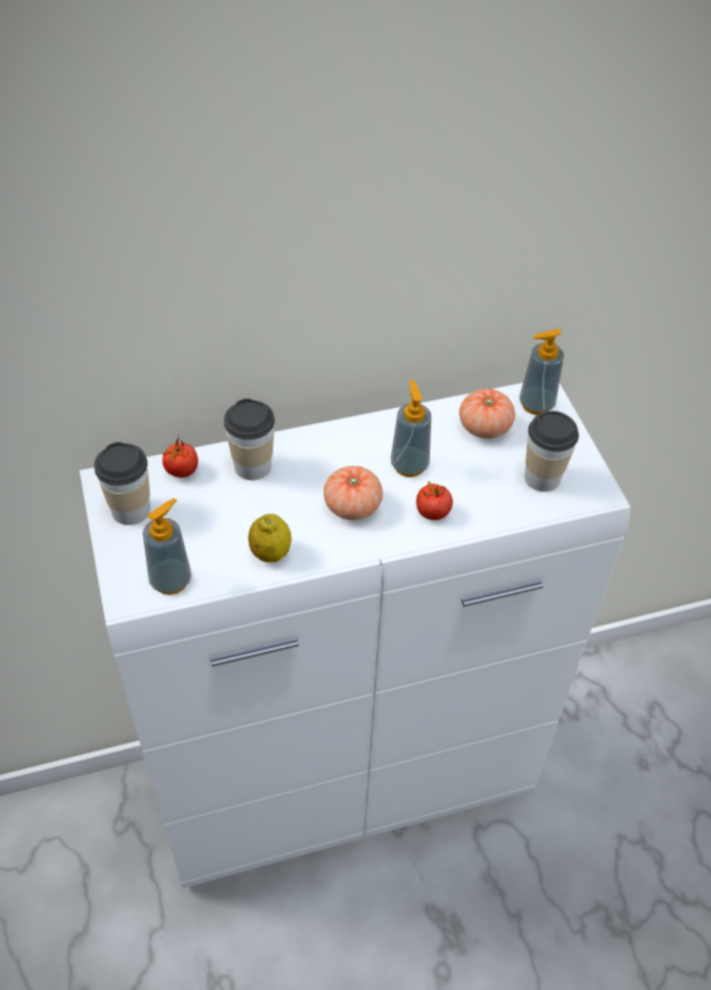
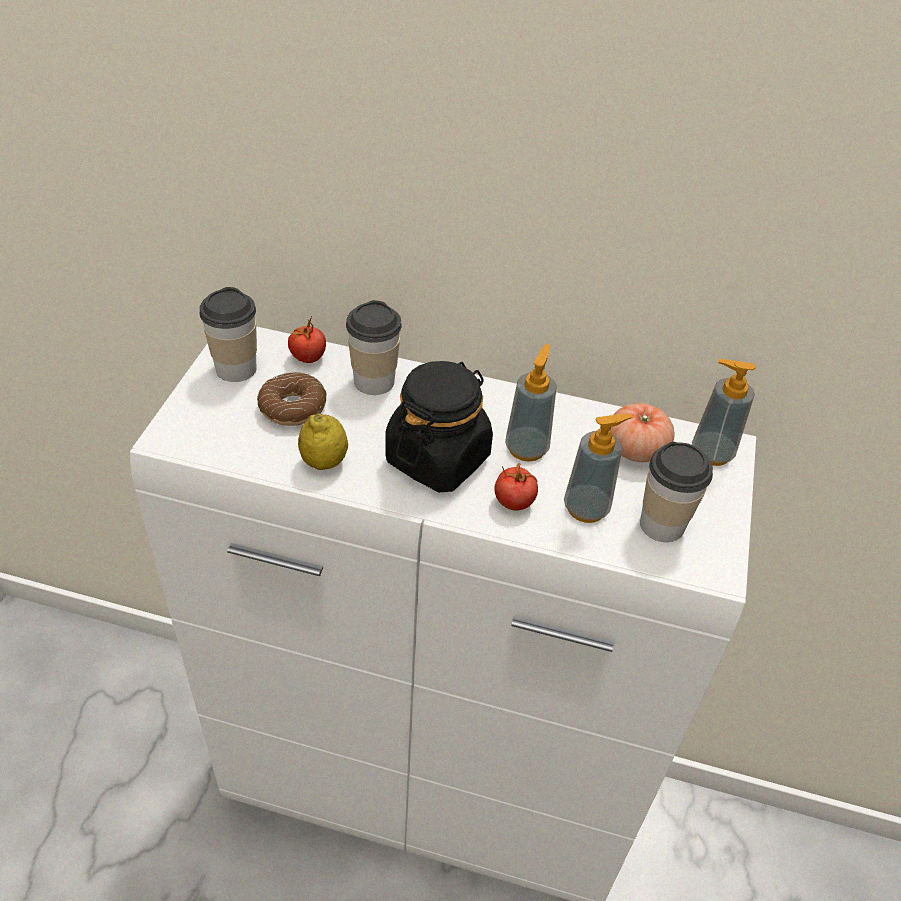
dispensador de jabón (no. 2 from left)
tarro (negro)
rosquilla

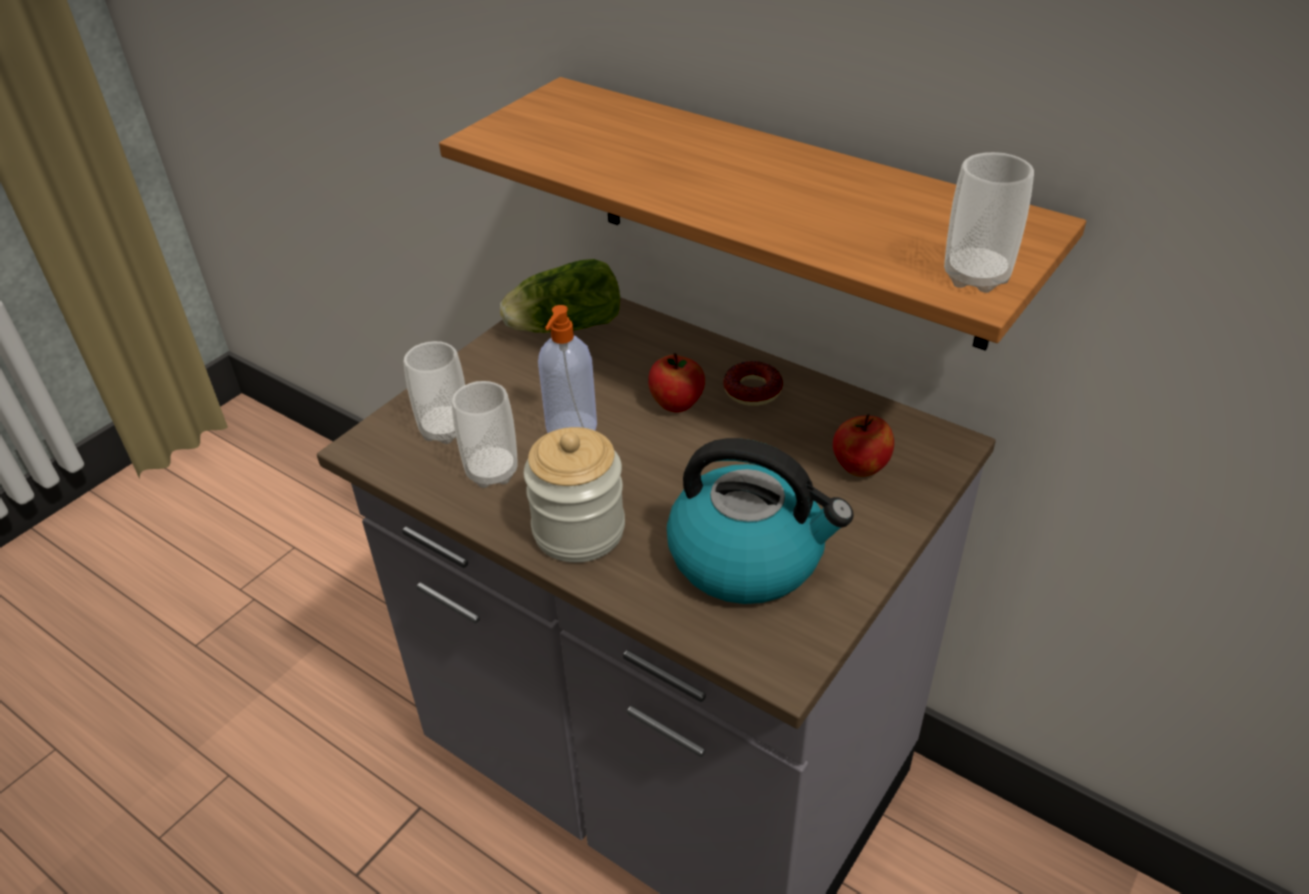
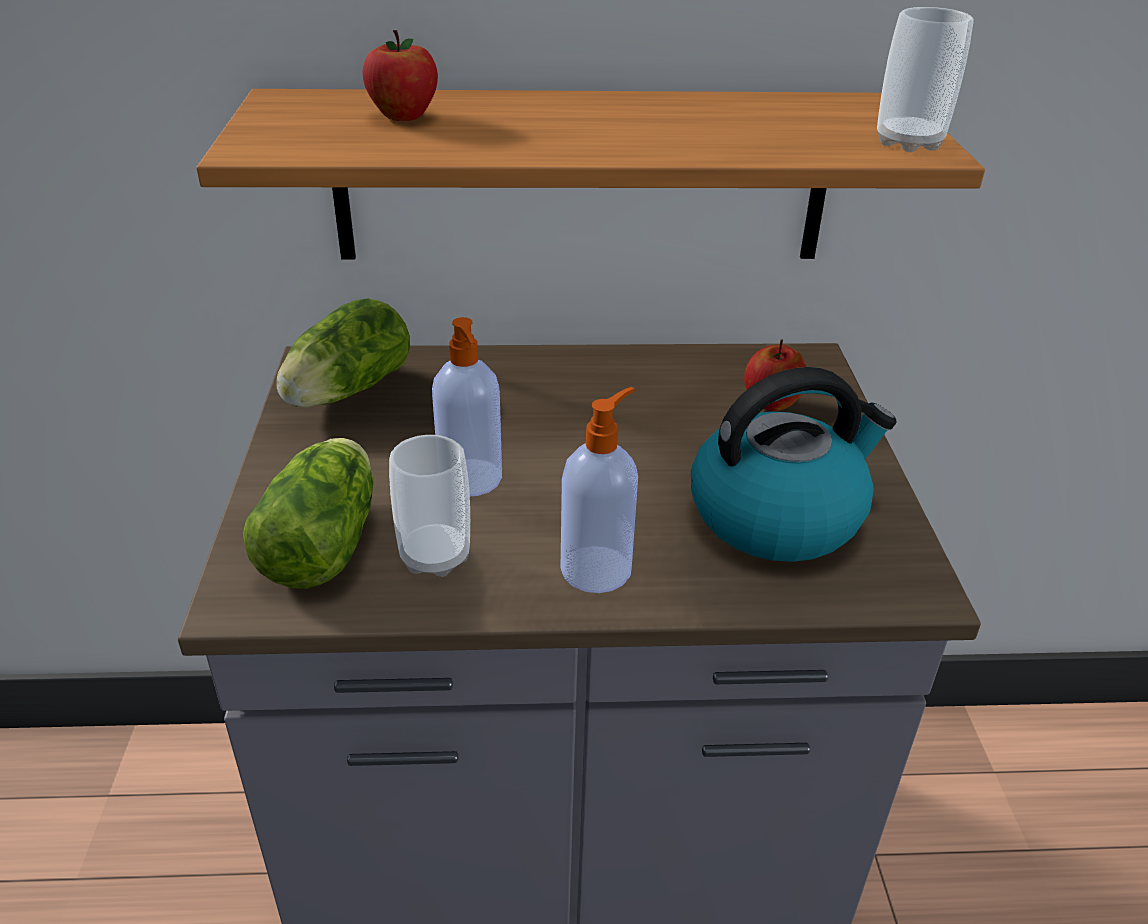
lechuga (no. 1 from left)
dispensador de jabón (no. 2 from left)
manzana (no. 1 from left)
rosquilla

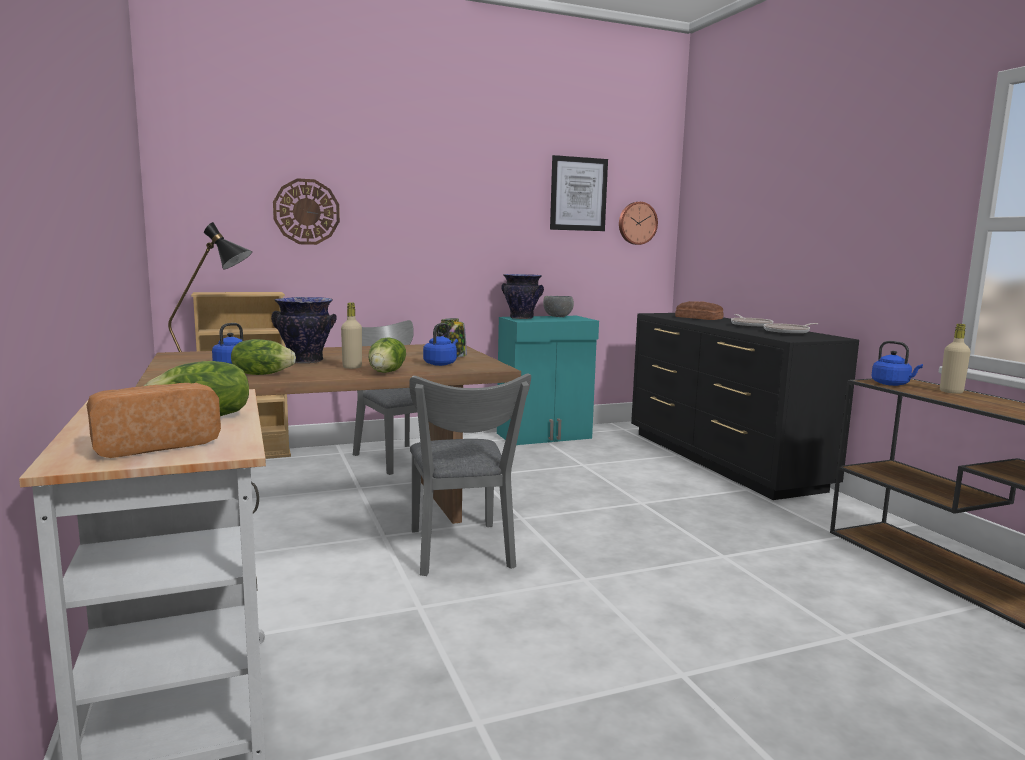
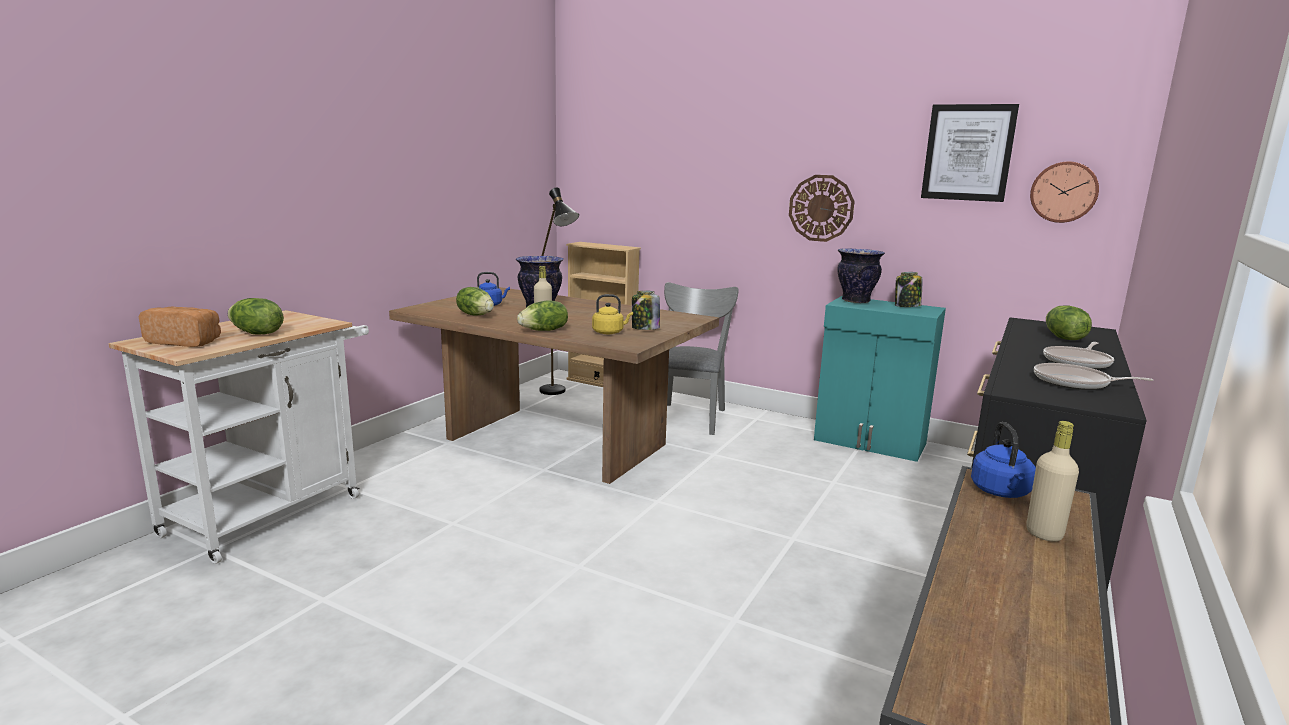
reloj de pared (no. 1 from left)
silla (gris) (no. 2 from left in the first image)
hervidor (amarillo)
tarro (no. 2 from left)
lechuga (no. 4 from left)

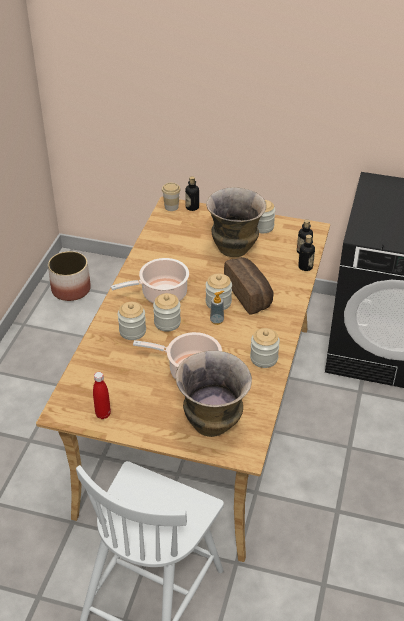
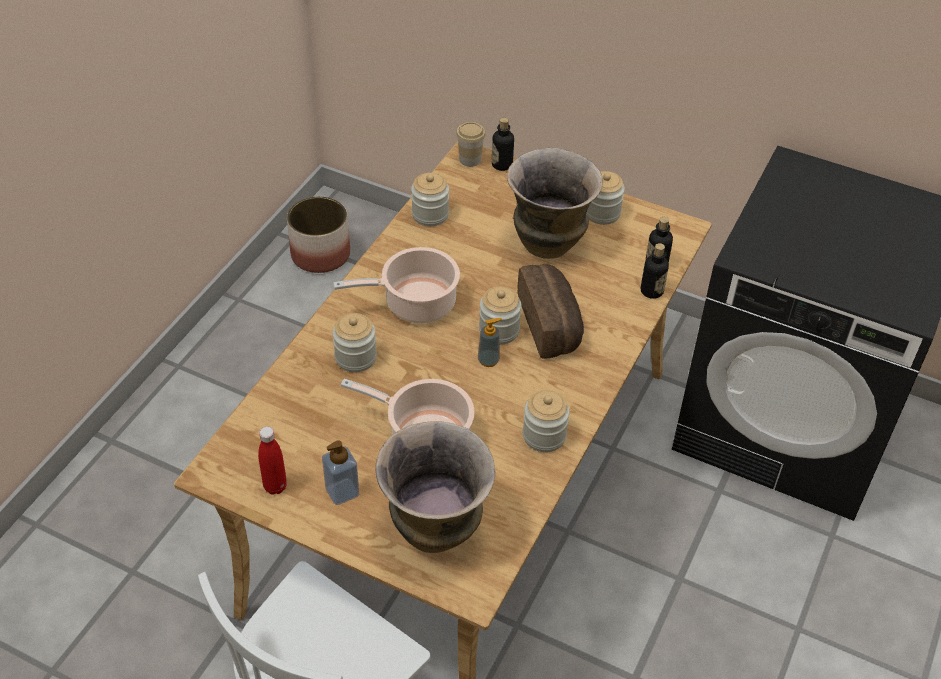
tarro (no. 2 from left)
dispensador de jabón (no. 1 from left)

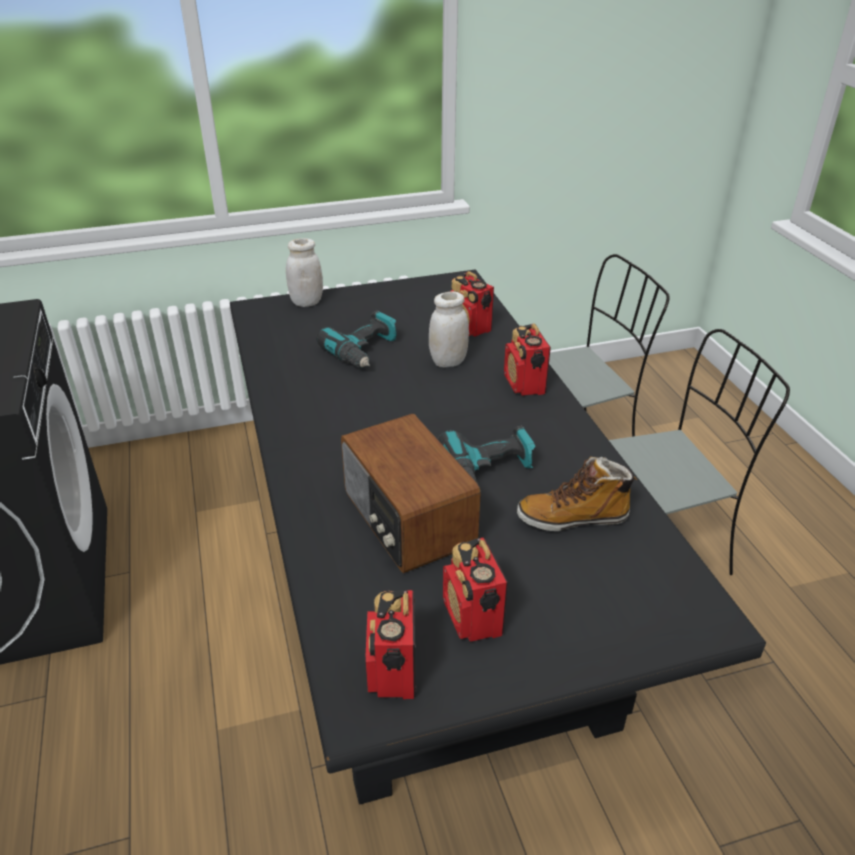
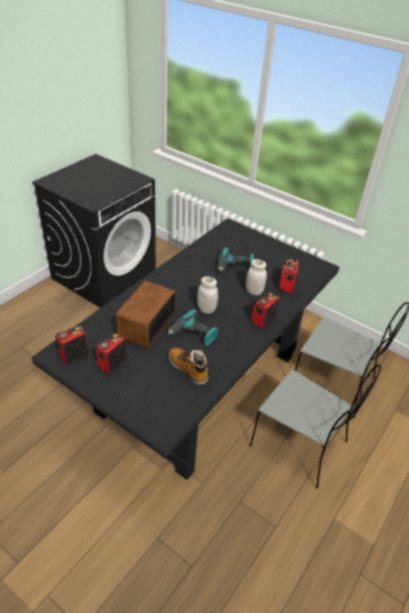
tarro (blanco) (no. 1 from left)

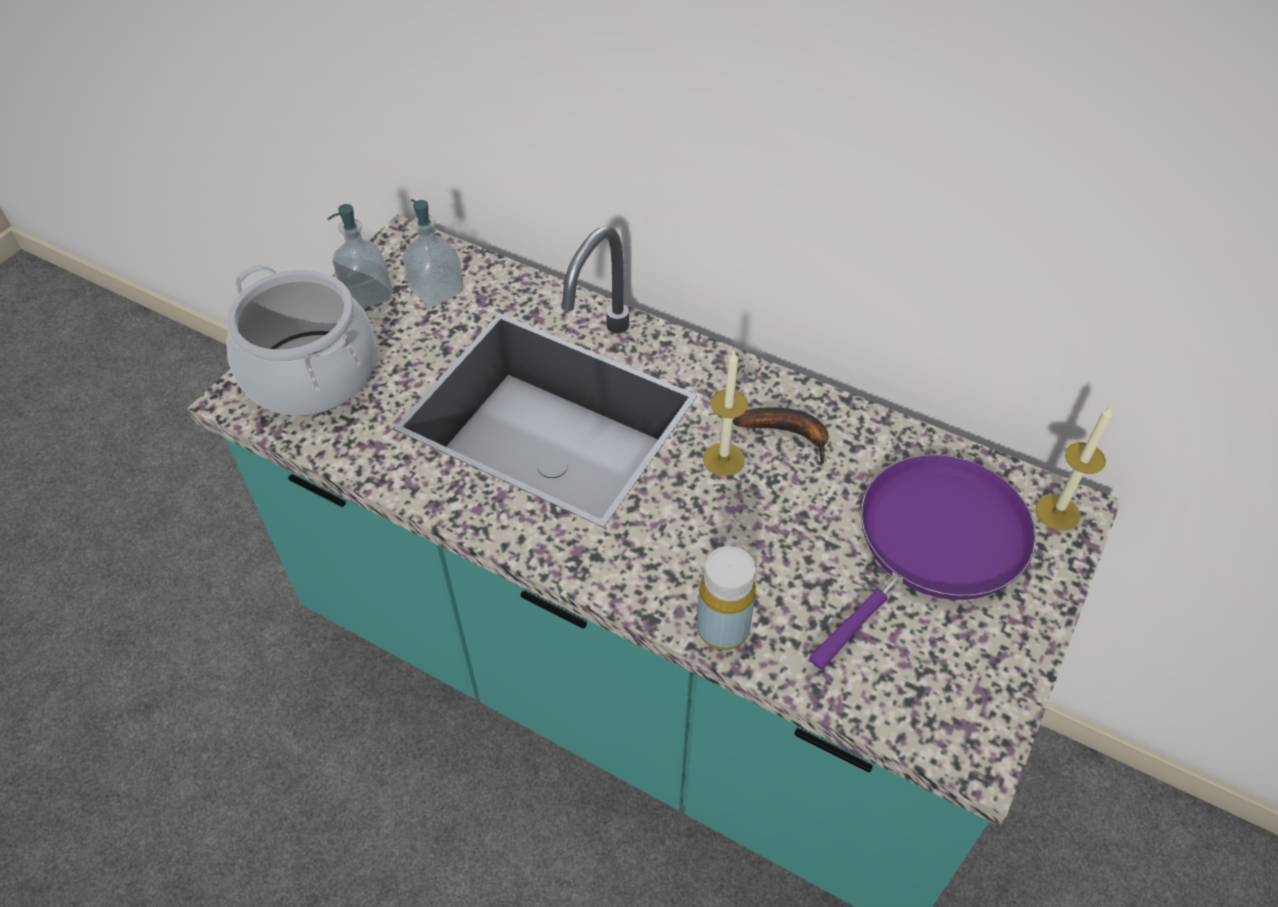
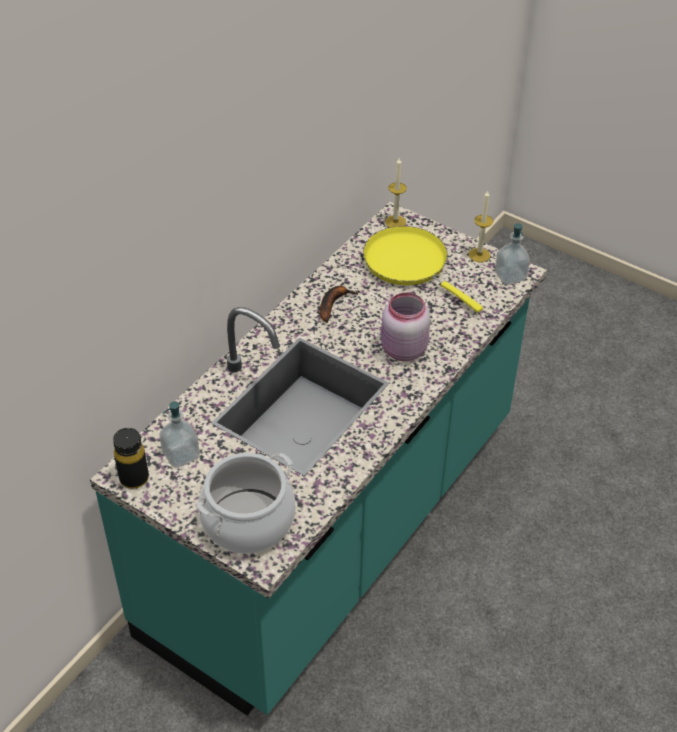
dispensador de jabón (no. 2 from left)
botella (amarillo)
vela (no. 2 from left)
sartén (amarillo)
botella (negro)
tarro (rosa)

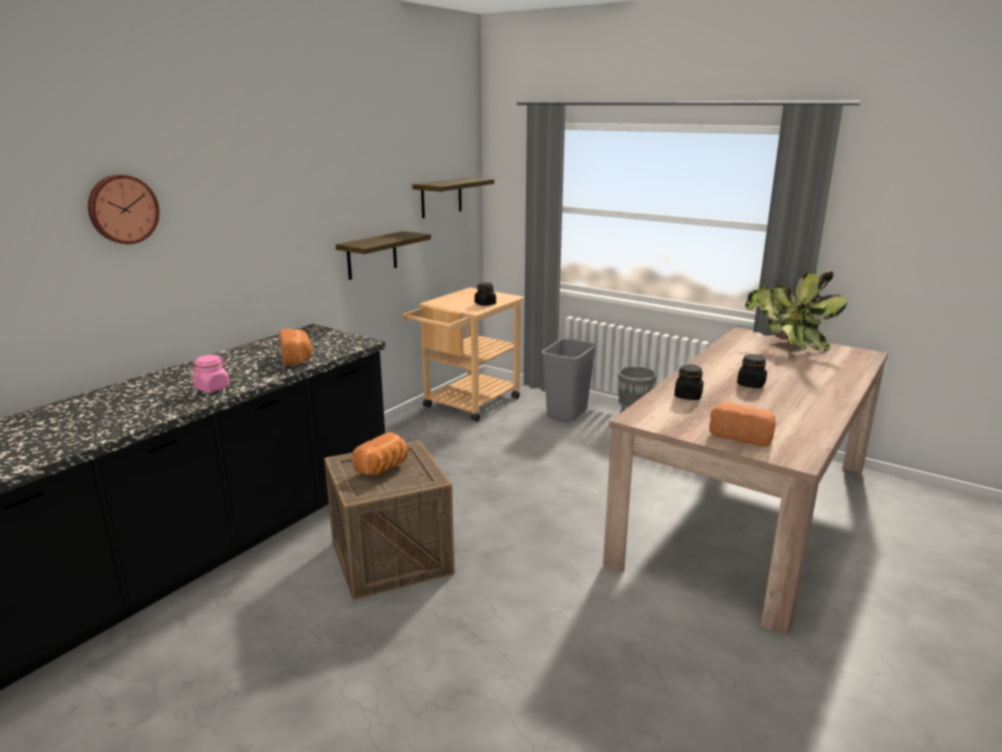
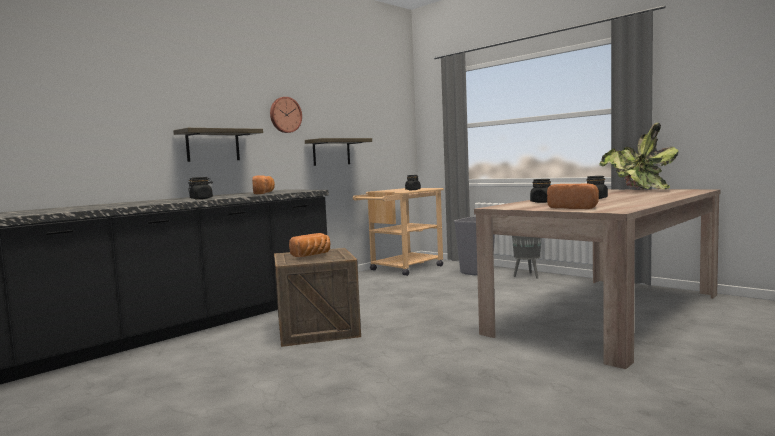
reloj de pared
tarro (negro) (no. 1 from left)
estante (no. 1 from left)

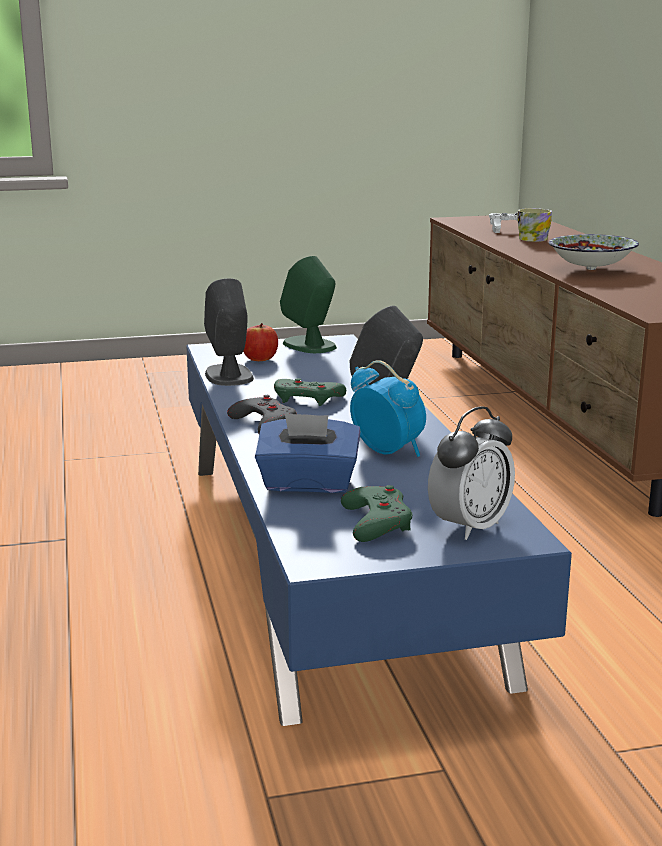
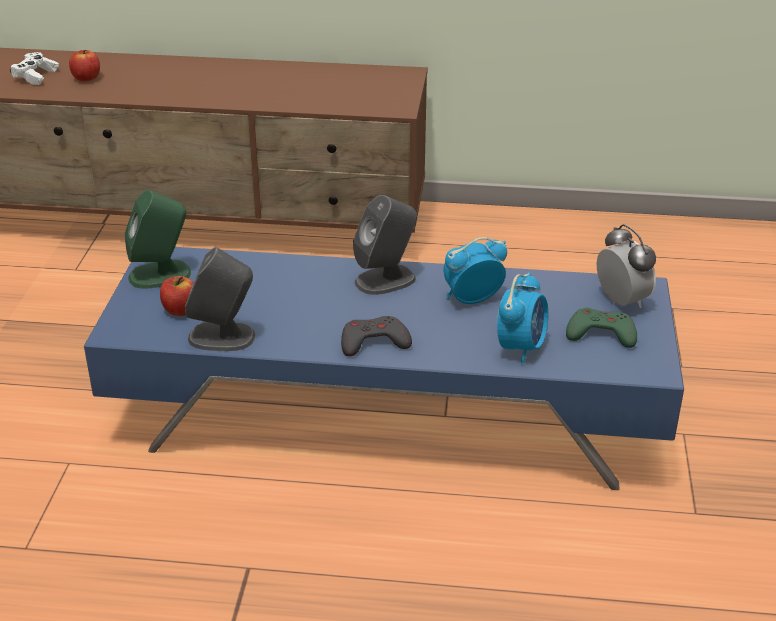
despertador (no. 2 from left)
mando de consola (verde) (no. 1 from left in the first image)
manzana (no. 1 from left)
cuenco

